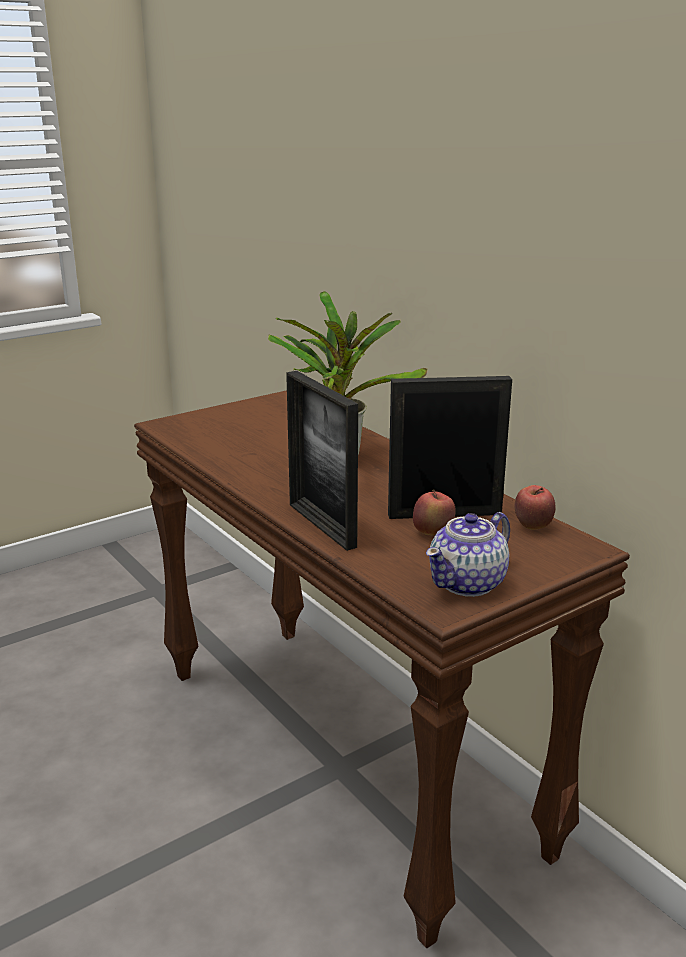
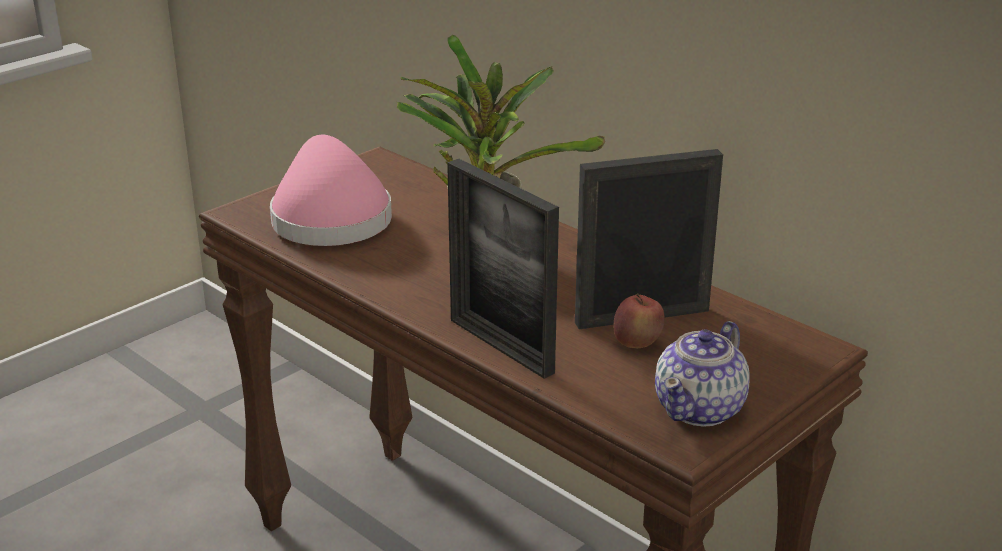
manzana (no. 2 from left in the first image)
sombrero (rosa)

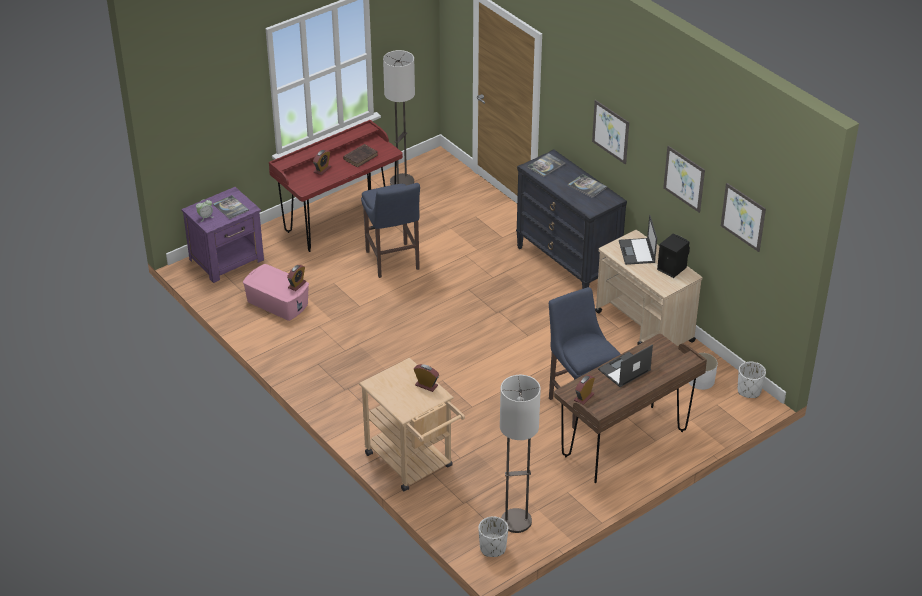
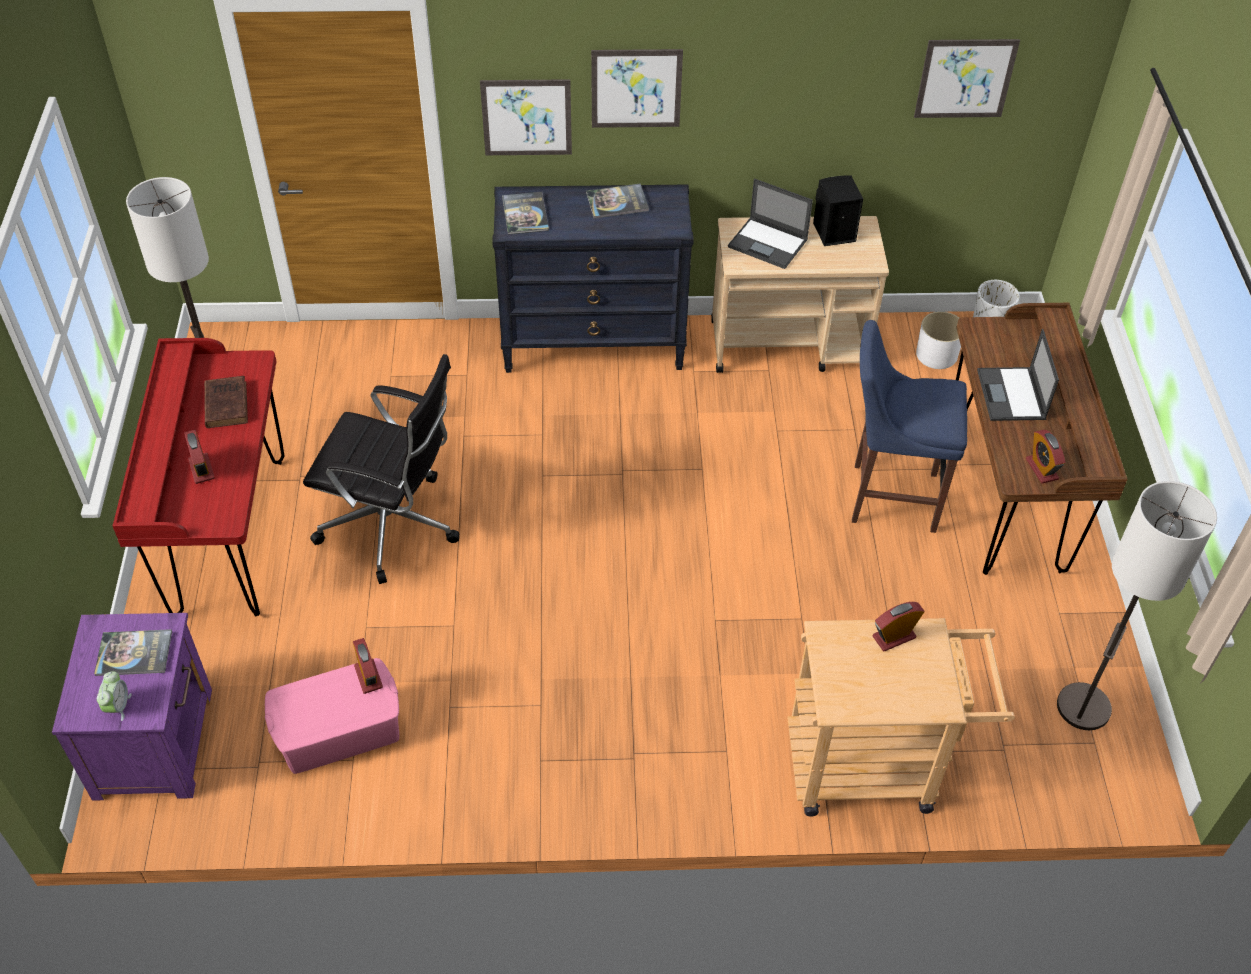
silla de oficina (negro)
maceta (blanco) (no. 1 from left in the first image)
cuadro (no. 1 from left)

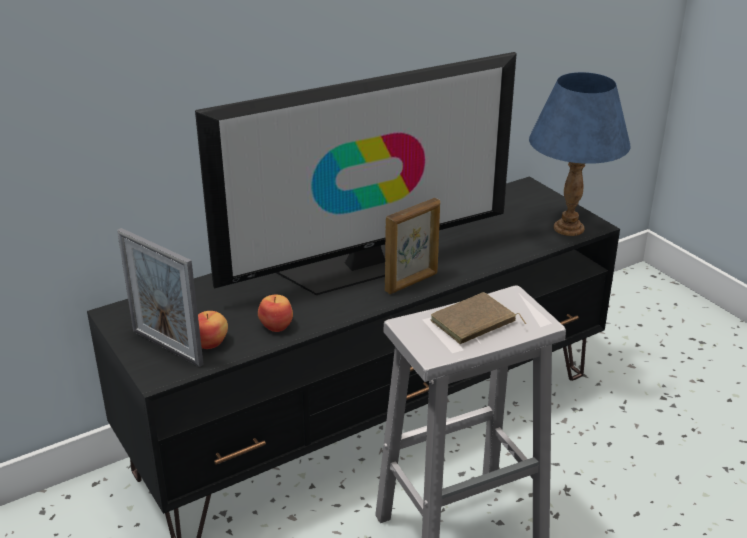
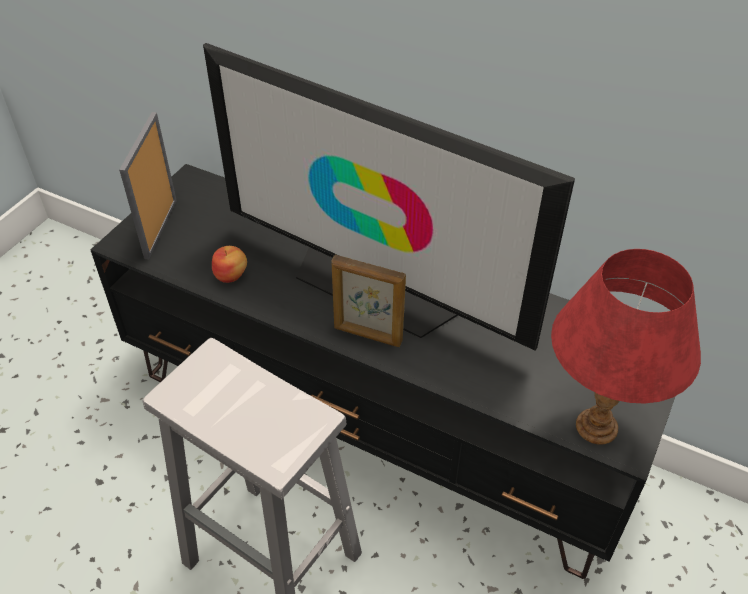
manzana (no. 1 from left in the first image)
libro (marrón)
lámpara de mesa (rojo)

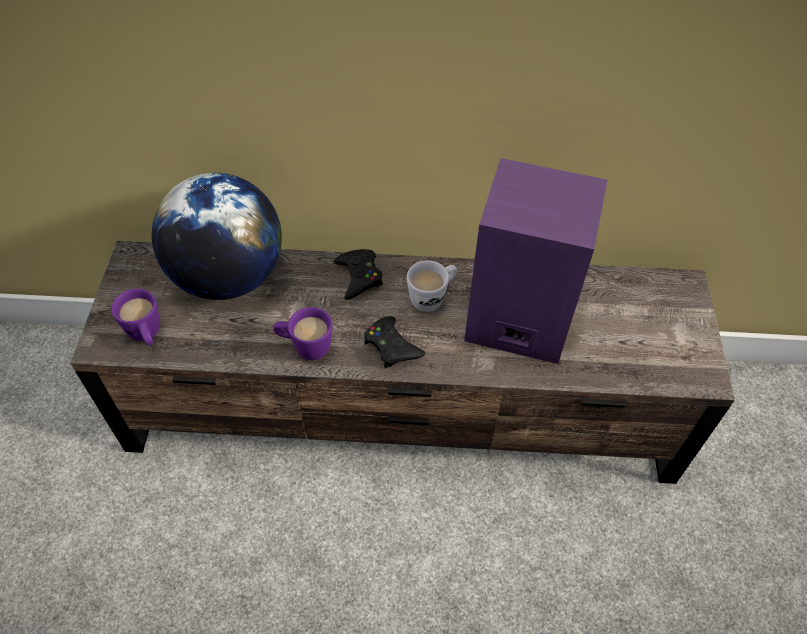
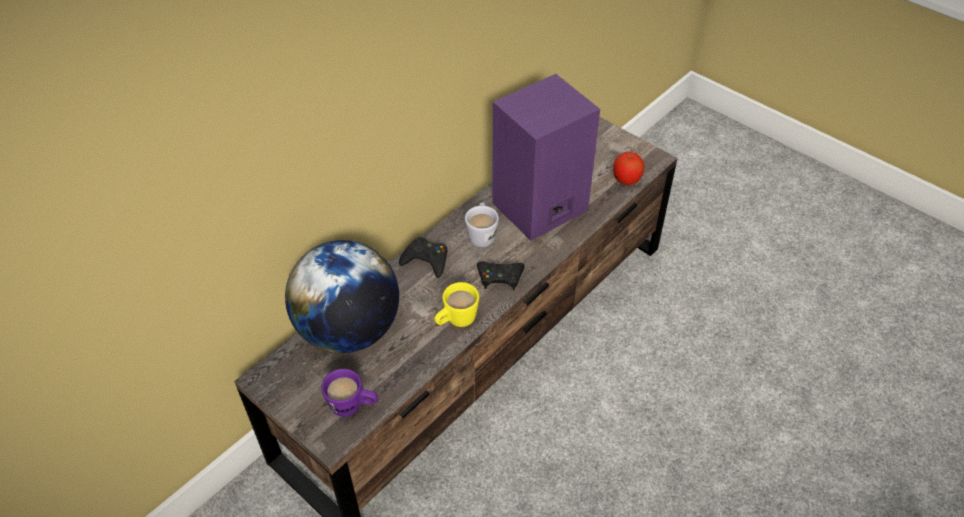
taza grande (amarillo)
manzana

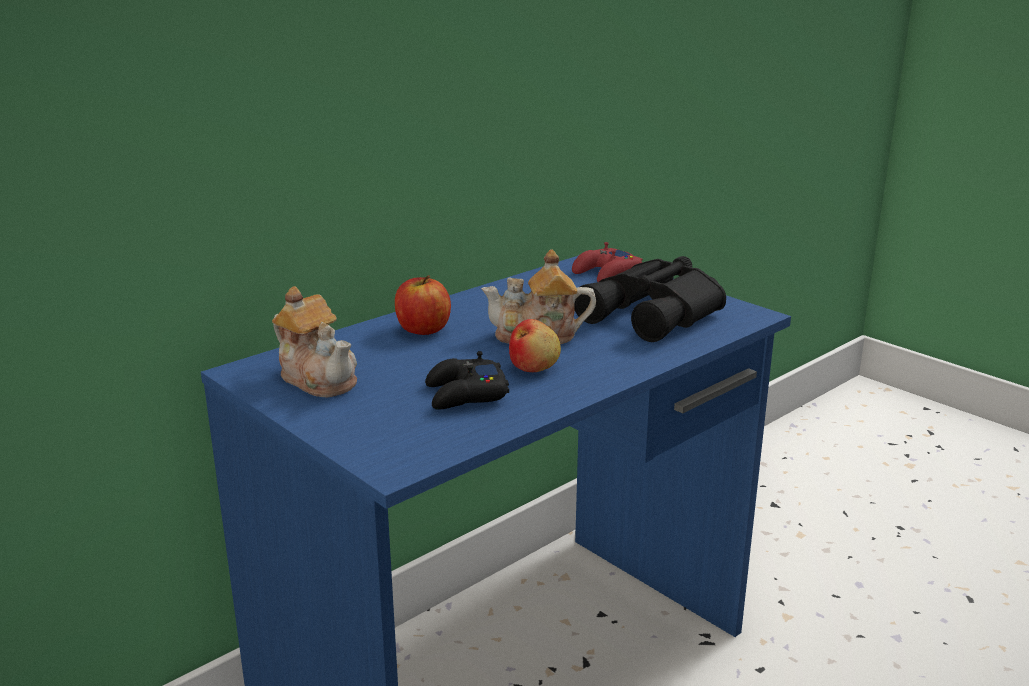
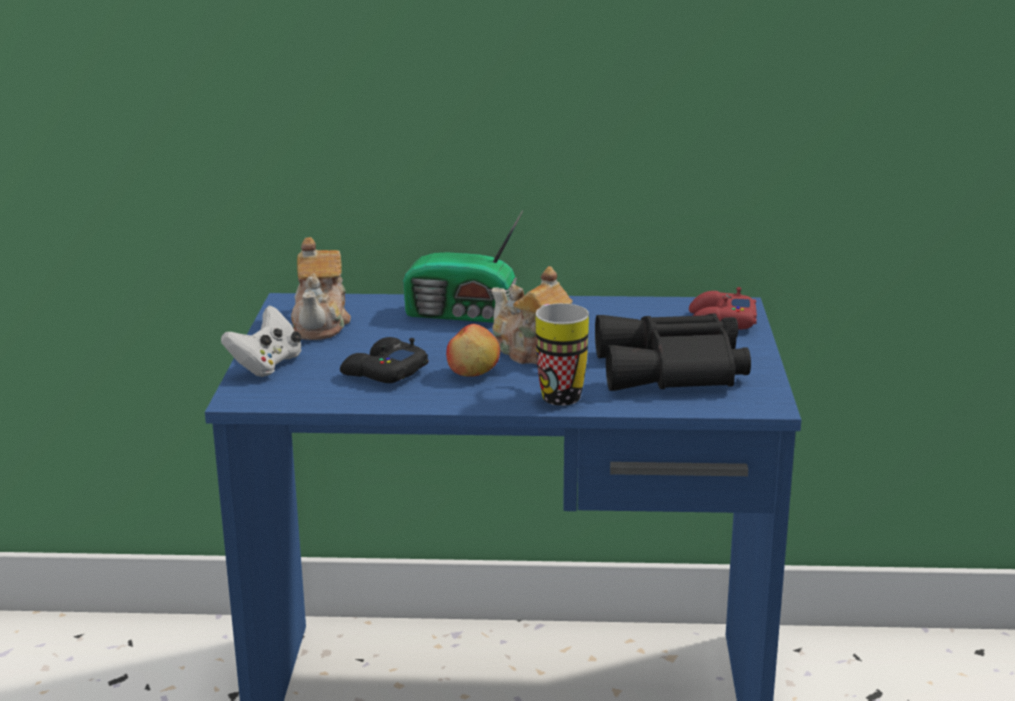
radio
mando de consola (blanco)
taza grande

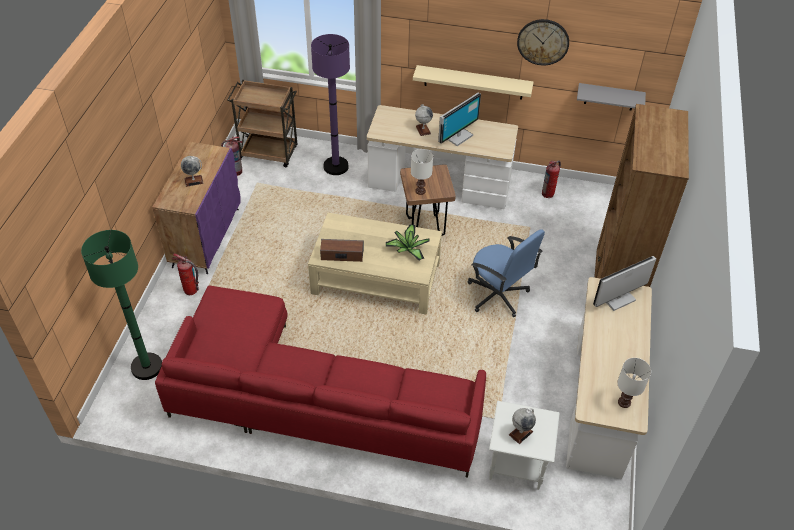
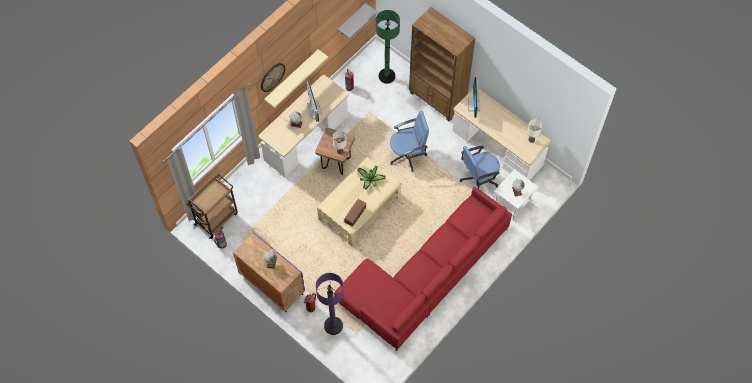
lámpara de pie (verde)
lámpara de pie (morado)
reloj de pared
silla de oficina (azul) (no. 2 from left)

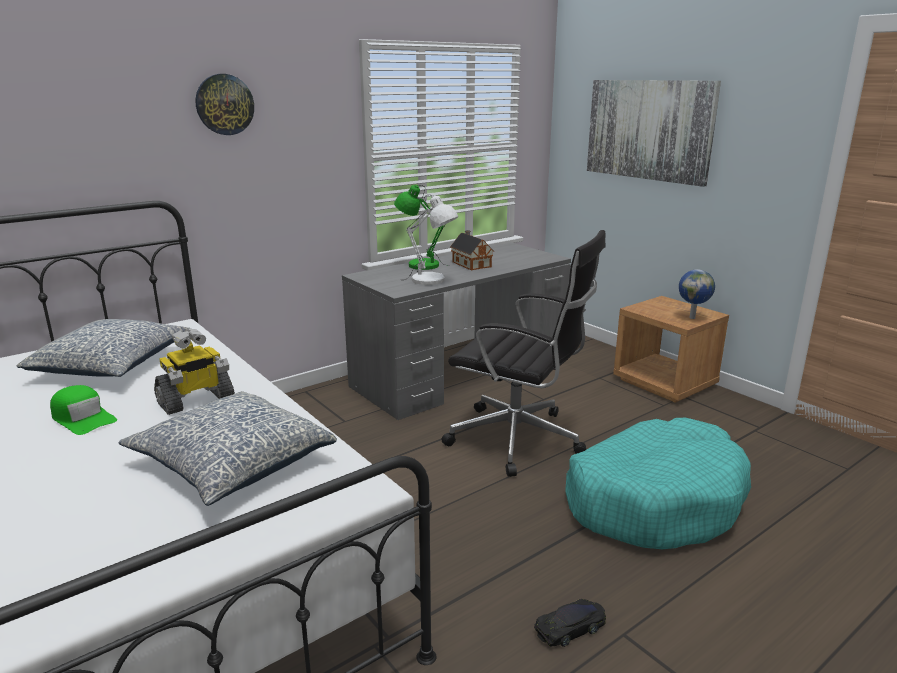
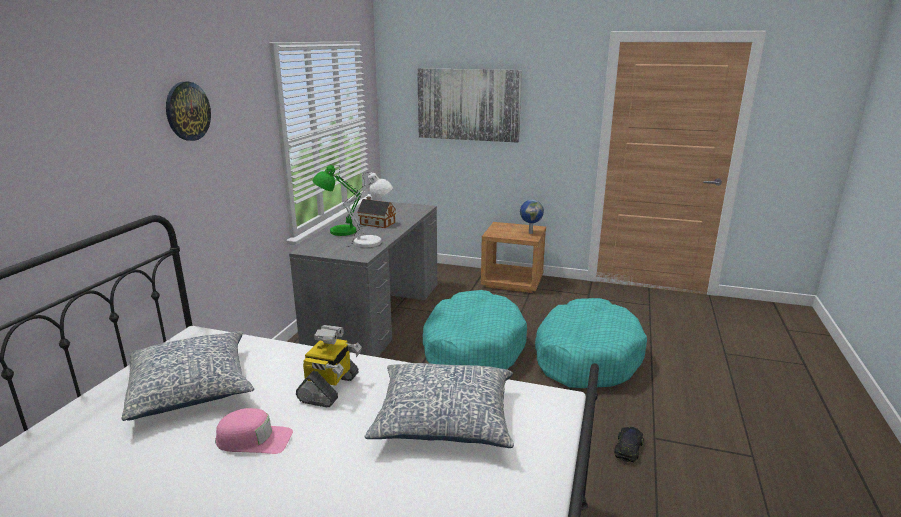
gorra (rosa)
cama para perro (turquesa) (no. 1 from left)

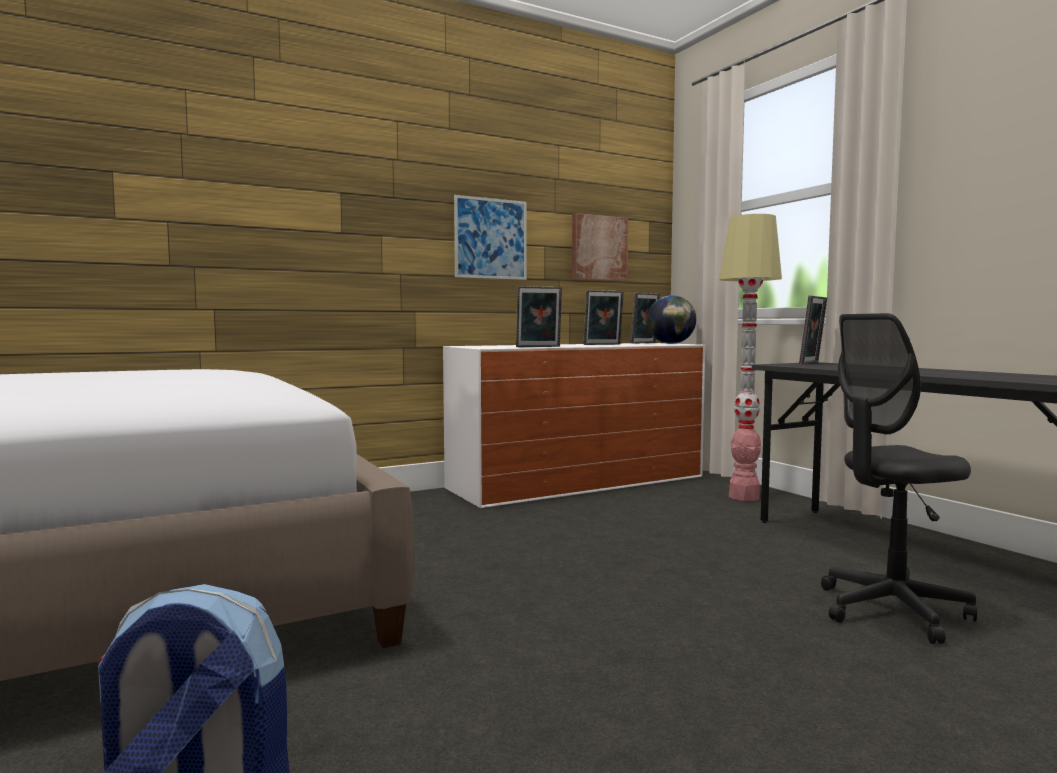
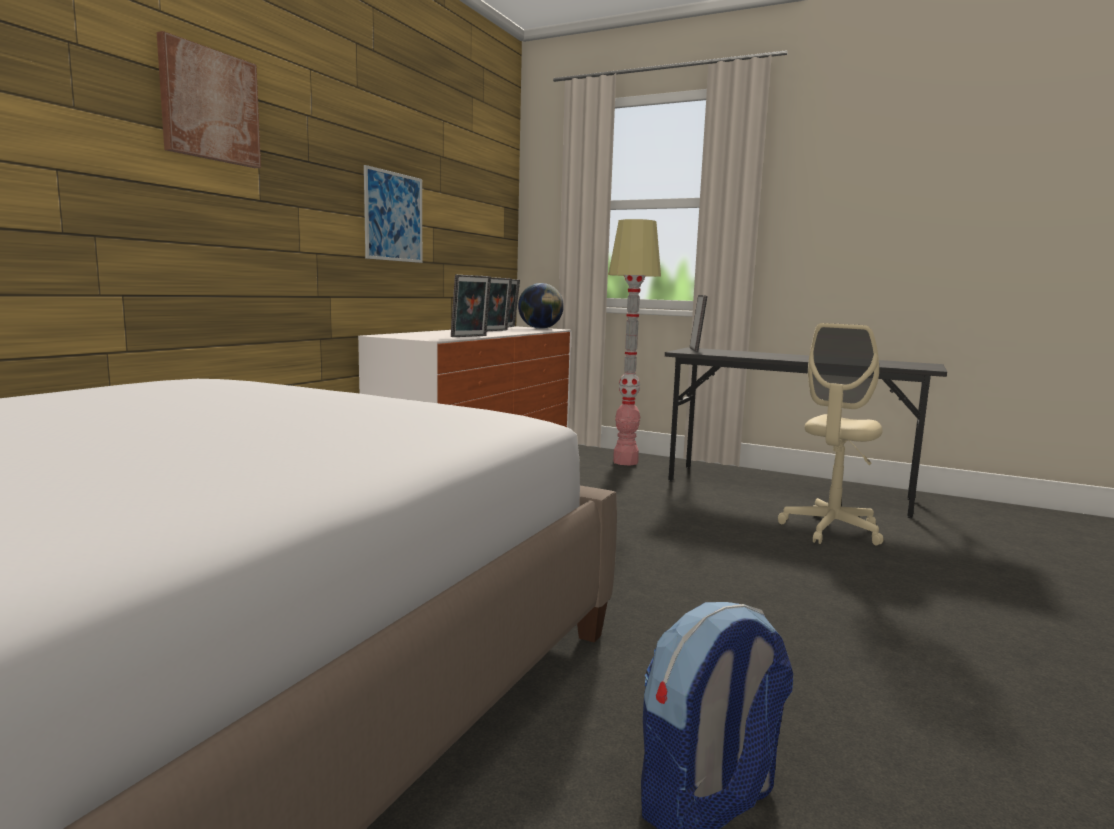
cuadro (no. 1 from left)
silla de oficina (beis)

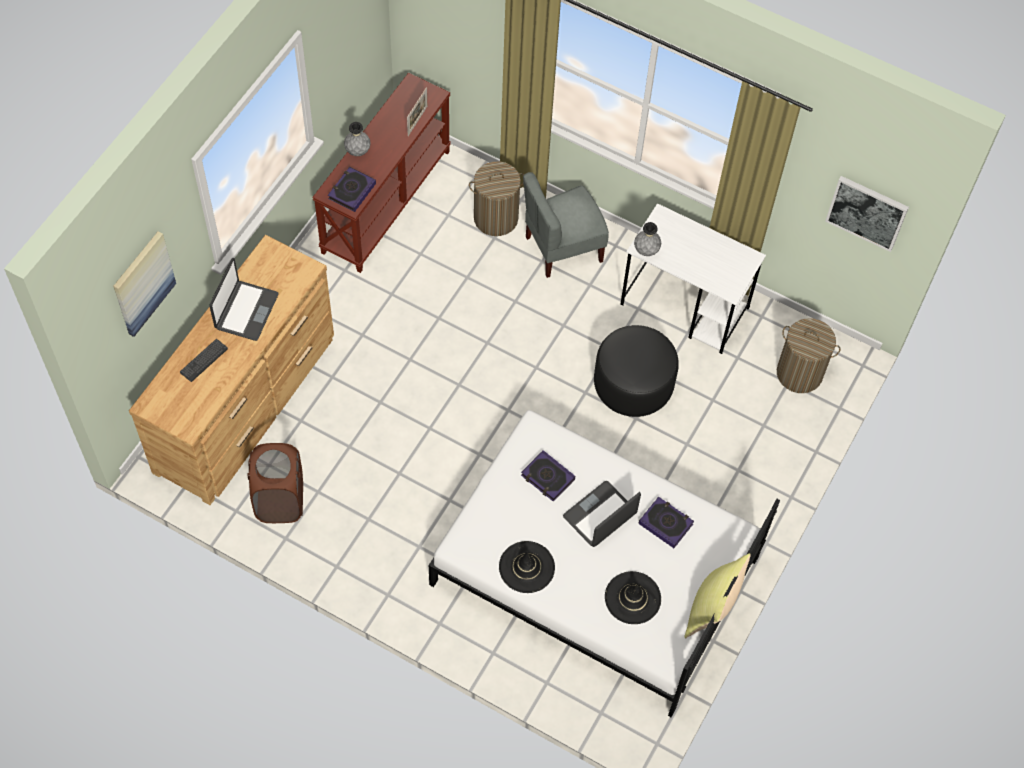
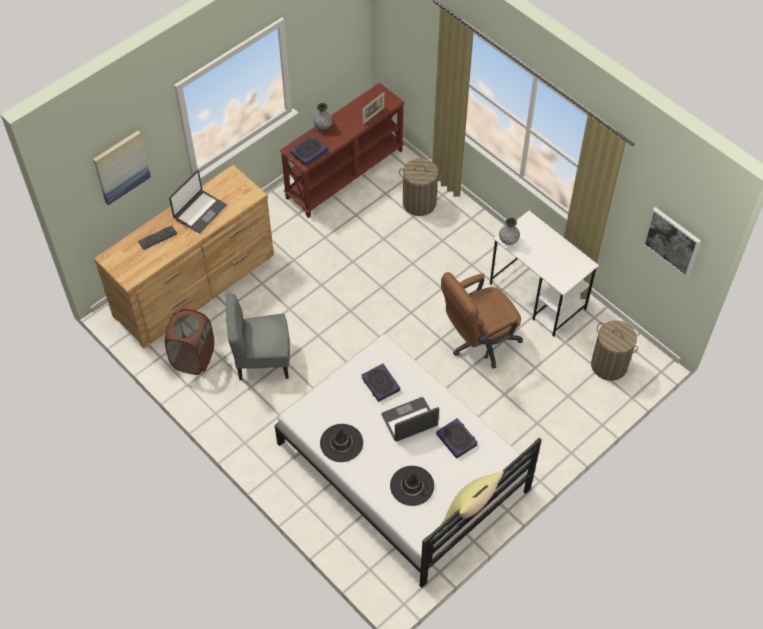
silla (gris)
silla de oficina (marrón)

